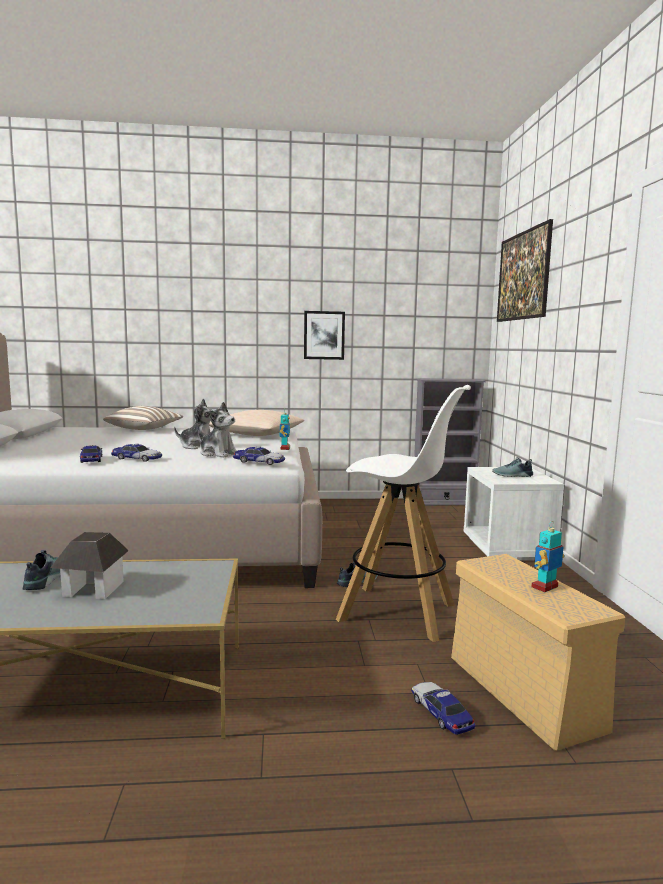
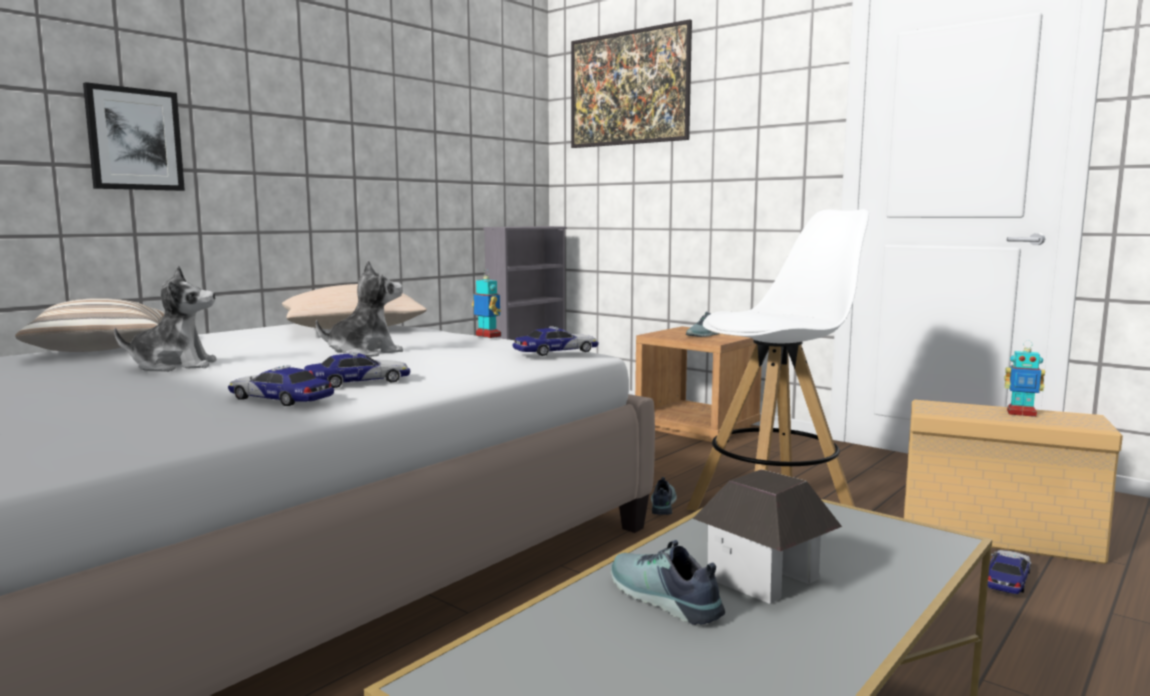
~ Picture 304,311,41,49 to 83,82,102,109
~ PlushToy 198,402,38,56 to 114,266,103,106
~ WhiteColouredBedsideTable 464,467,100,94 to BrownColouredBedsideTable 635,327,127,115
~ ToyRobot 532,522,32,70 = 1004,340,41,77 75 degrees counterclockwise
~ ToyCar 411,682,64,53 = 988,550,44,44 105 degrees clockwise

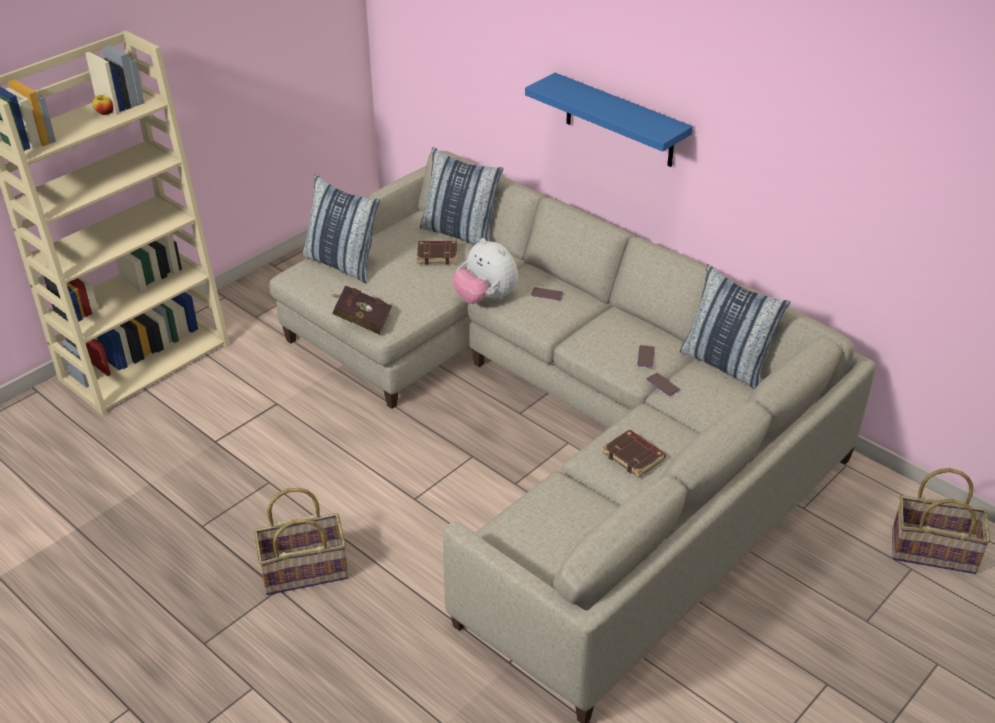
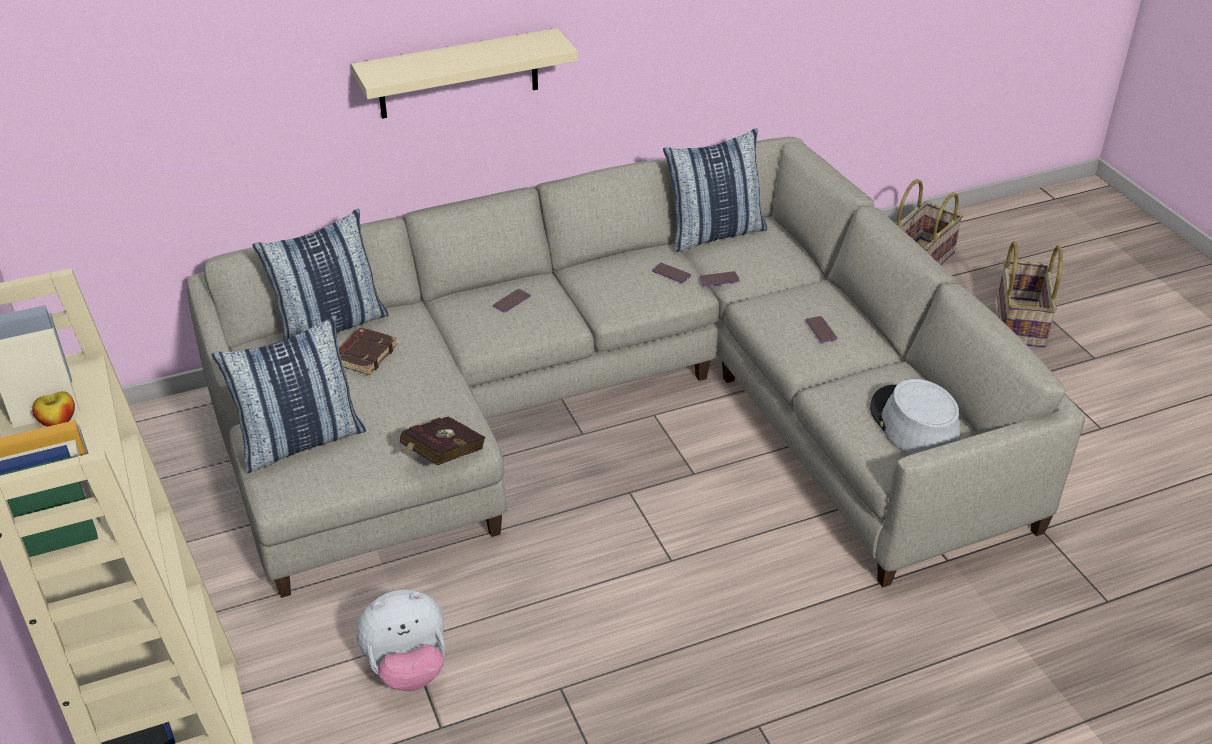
~ BlueShelf 525,73,168,94 to BeigeShelf 351,28,227,91
~ PlushToy 453,238,65,66 to 356,590,89,101
~ BrownColouredBoundBook 602,430,64,48 to Phone 806,316,31,26
~ HouseholdBasket 254,487,94,108 to 997,241,66,106
+ GreyishHat 870,379,90,75

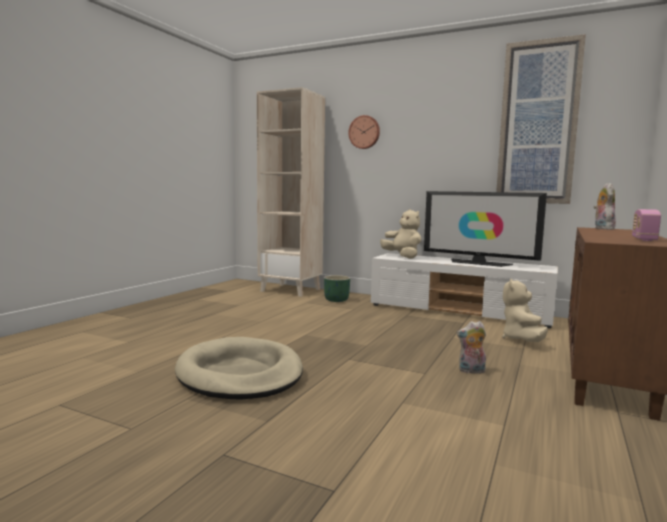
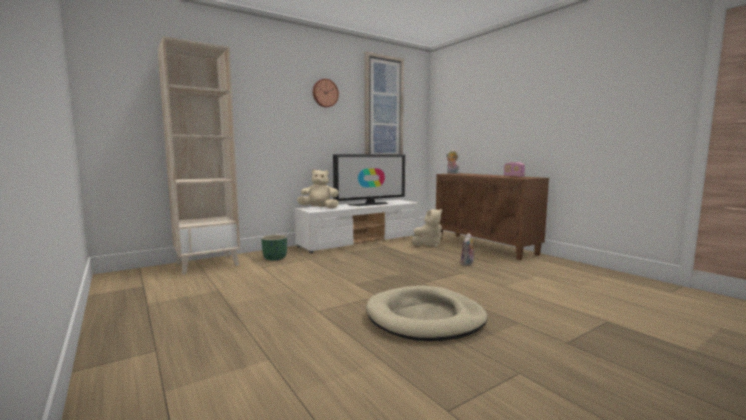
~ ClockOnTheWall 348,115,32,34 to 313,79,26,28
~ BeigePlushToy 502,279,46,63 = 412,209,30,38 75 degrees counterclockwise

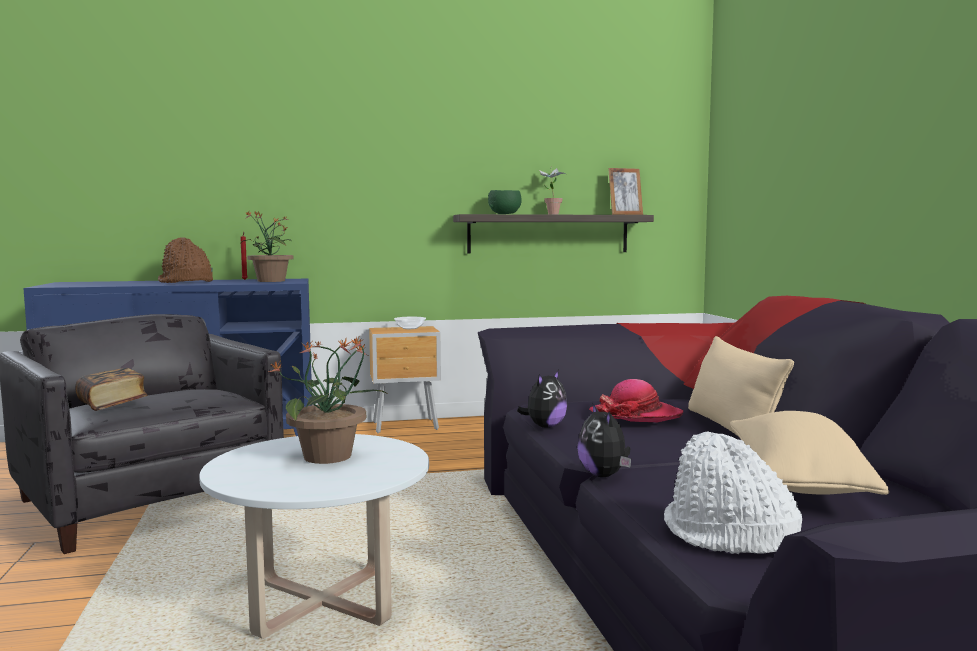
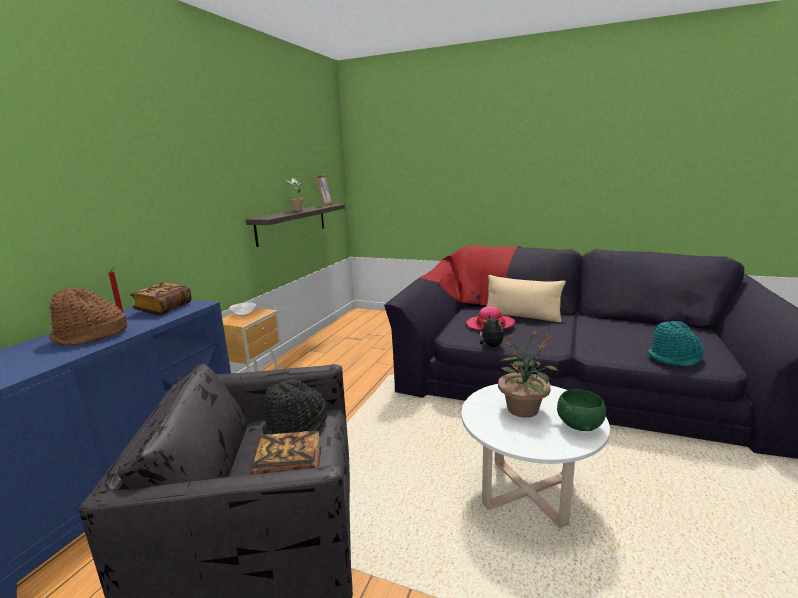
~ GreenColouredBowl 488,190,34,24 to 557,389,49,42
~ PottedPlant 240,211,54,71 to BoundBook 130,283,61,32
- PlushToy 577,403,54,74
- BeigeThrowPillow 730,411,159,84
~ WhiteColouredHat 664,431,138,123 to TurquoiseHat 648,321,55,45
+ BlackColouredHat 262,379,65,56

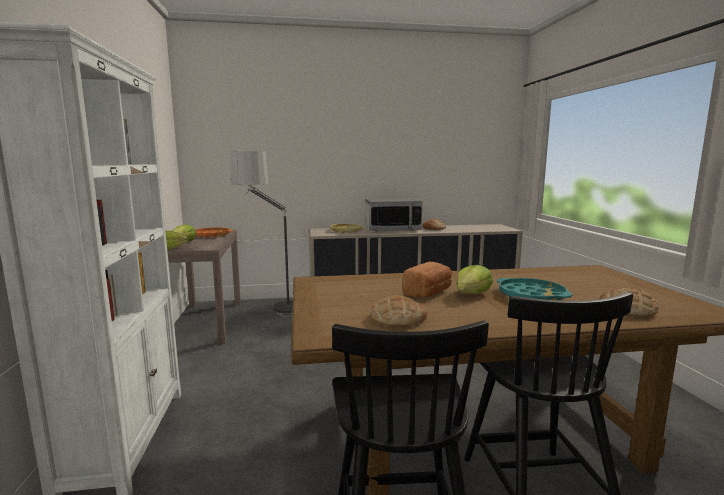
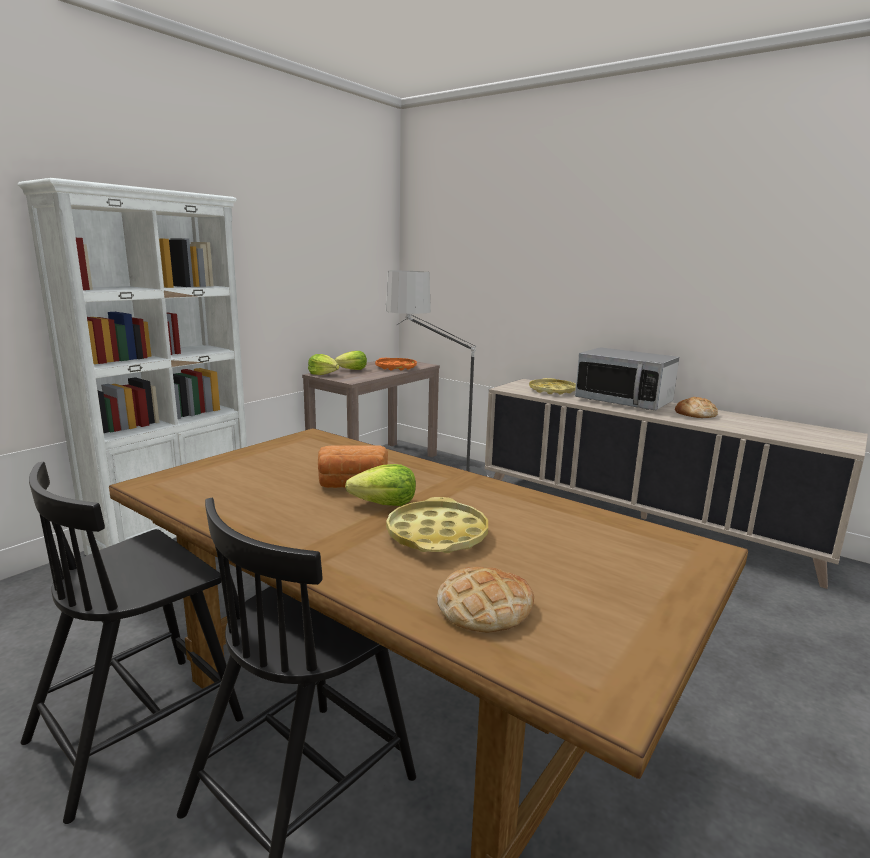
~ TurquoiseTray 497,278,75,22 to YellowColouredTray 386,497,102,56
- BakeryBread 371,295,56,31

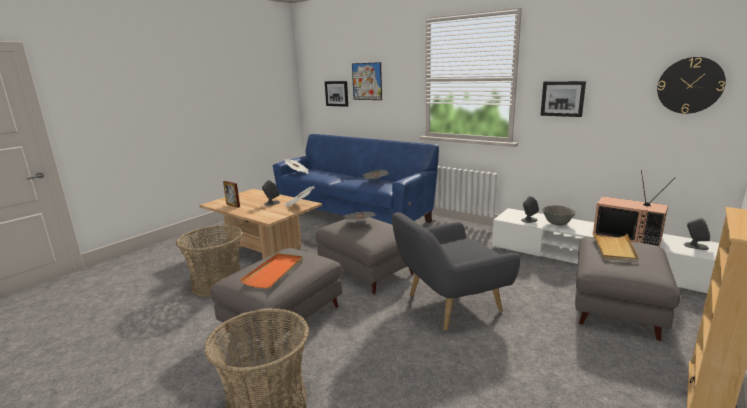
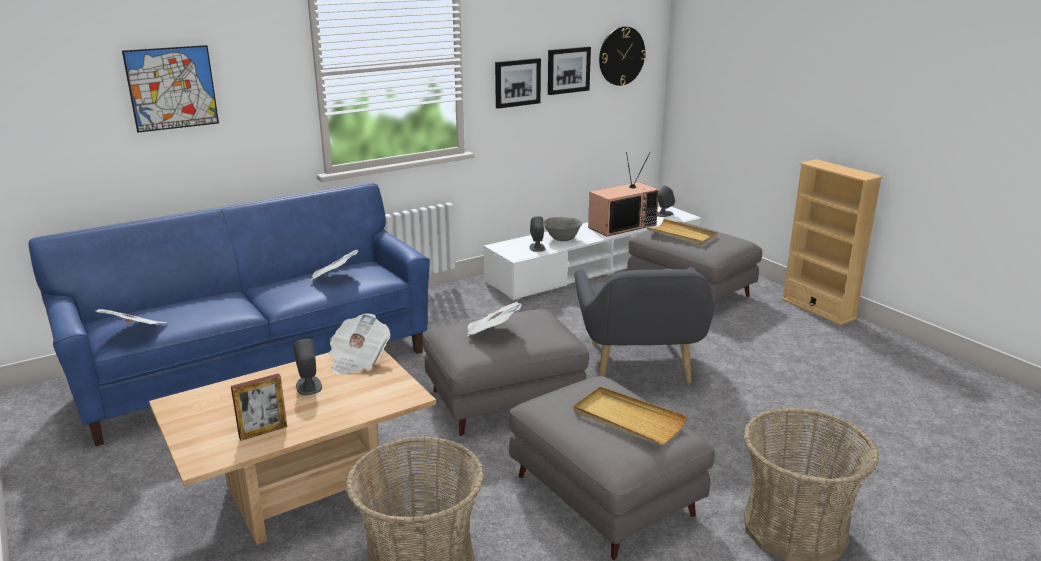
~ Picture 325,81,23,26 to 548,47,43,48
~ OrangeyTray 240,253,63,35 to BeigeTray 573,387,114,58

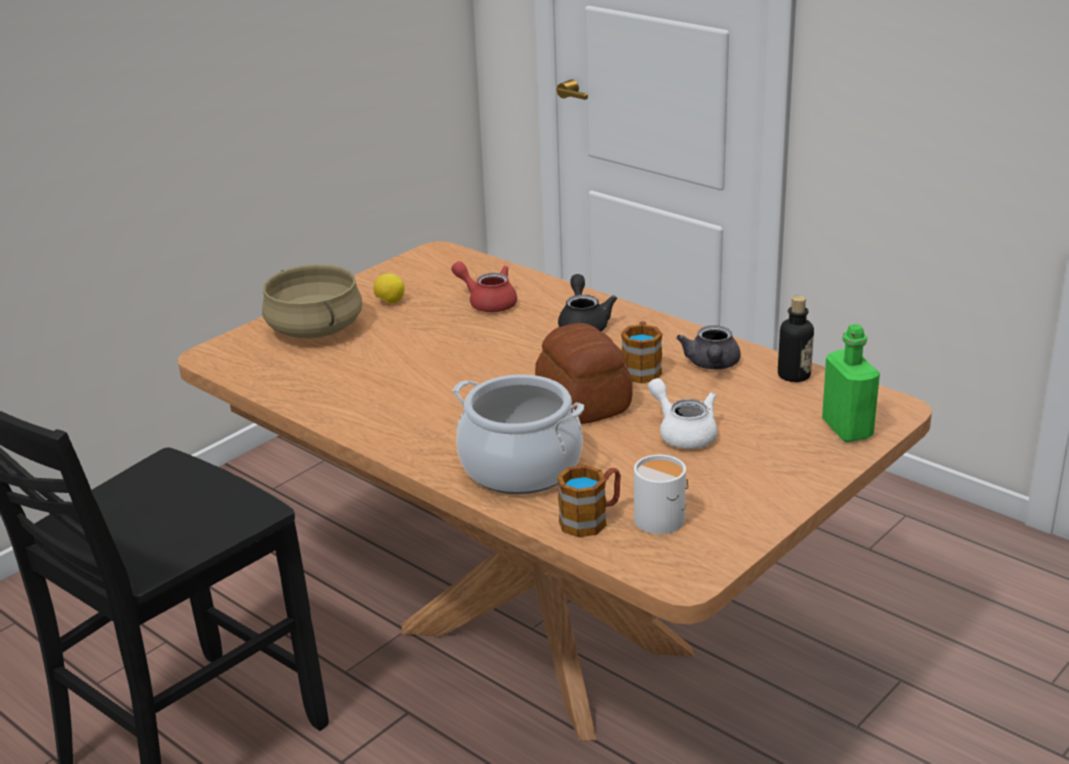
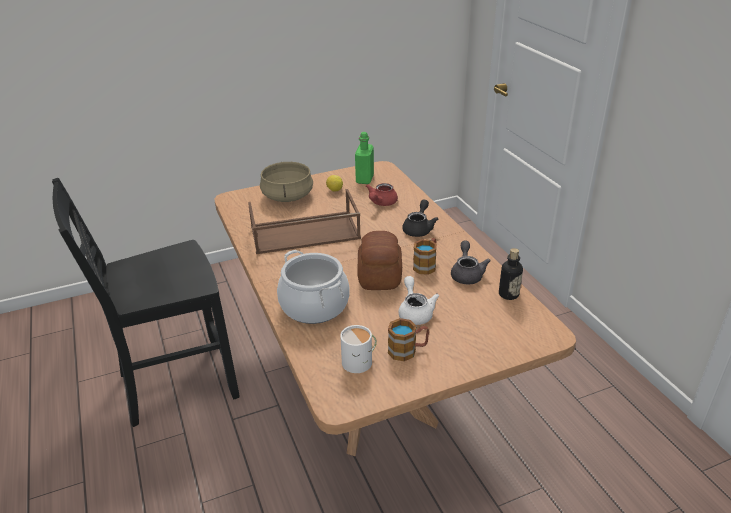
~ RedTeaPot 451,261,66,51 = 366,183,32,23 120 degrees counterclockwise
~ GreenColouredBeverageBottle 822,324,58,118 to 355,132,19,52
~ GreyishTeaPot 676,325,65,44 = 451,241,40,44 150 degrees clockwise
~ Mug 557,465,64,72 to 388,318,41,43
+ BrownColouredTray 248,189,113,65

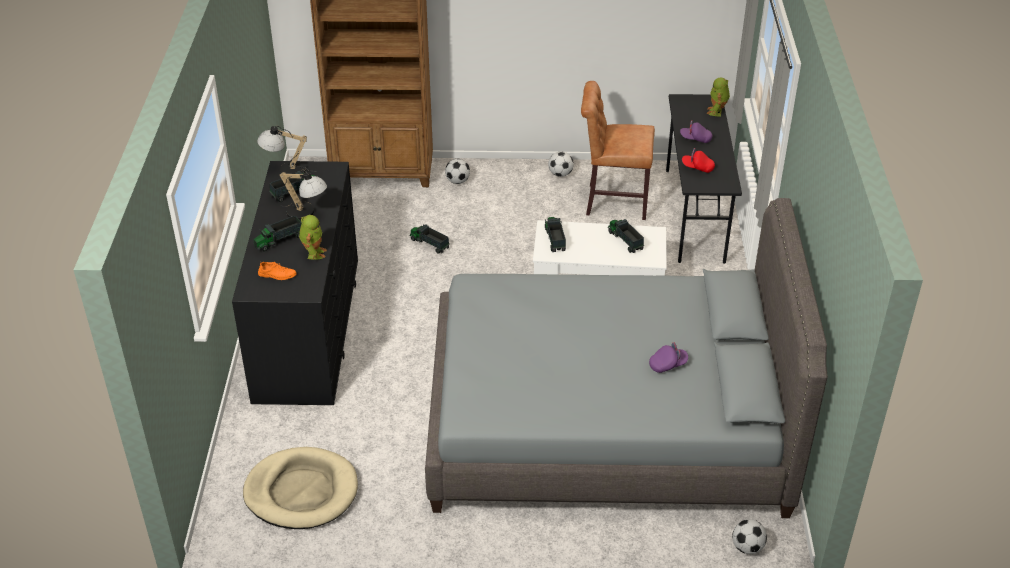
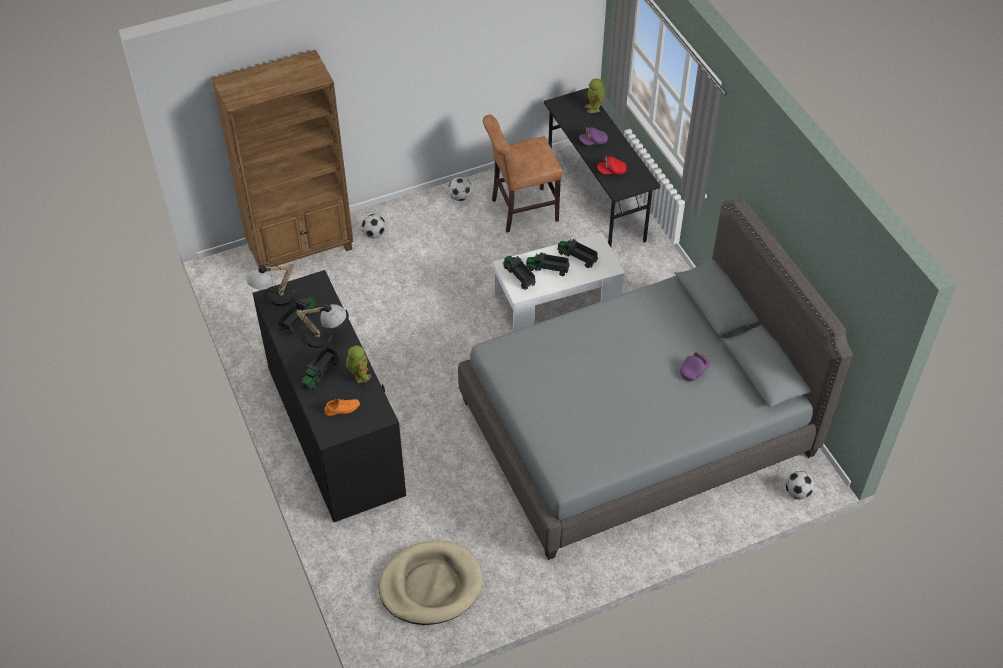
~ ToyTruck 410,224,40,30 to 526,252,44,24

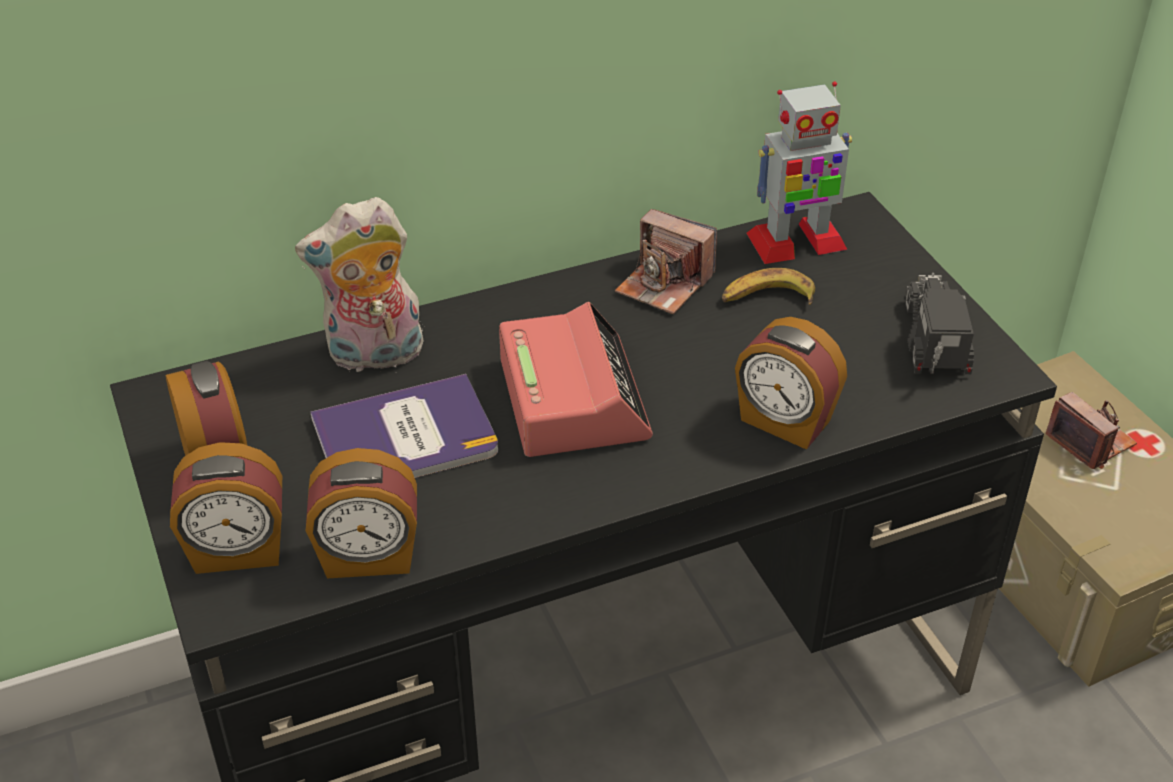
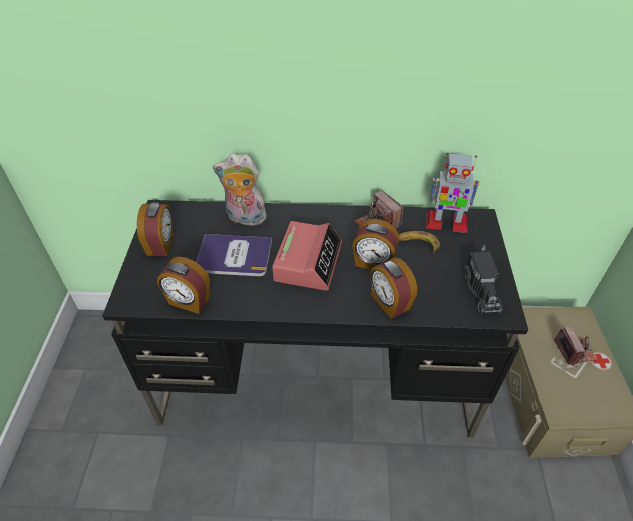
~ ToyTruck 905,273,69,101 = 462,245,41,69 150 degrees clockwise
~ TableClock 170,442,112,132 to 352,219,47,51

